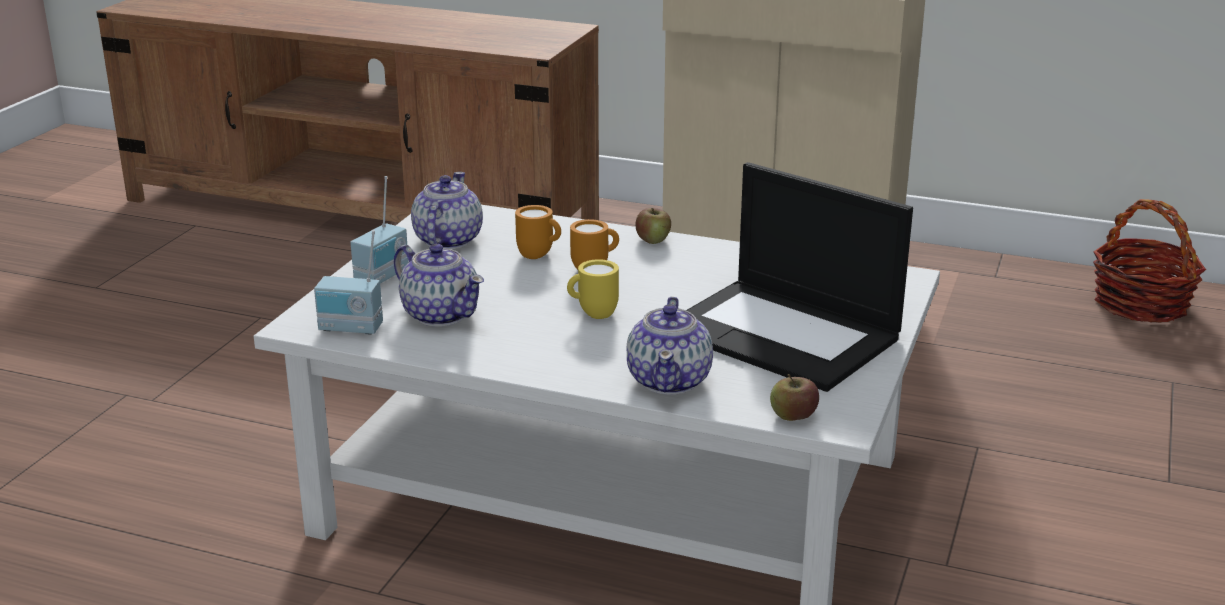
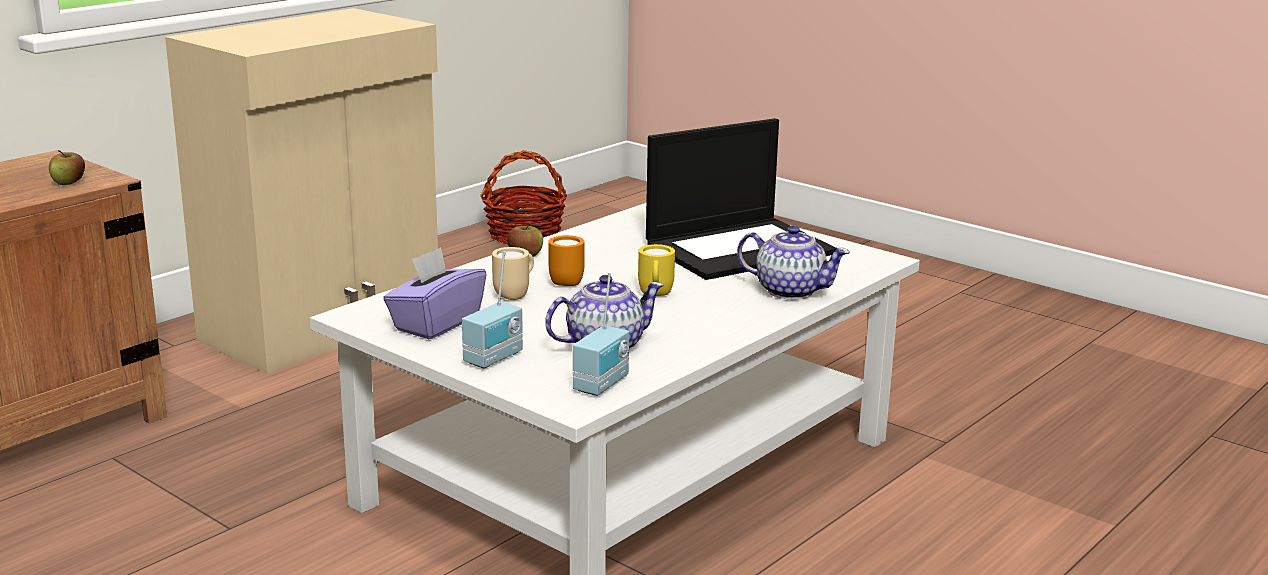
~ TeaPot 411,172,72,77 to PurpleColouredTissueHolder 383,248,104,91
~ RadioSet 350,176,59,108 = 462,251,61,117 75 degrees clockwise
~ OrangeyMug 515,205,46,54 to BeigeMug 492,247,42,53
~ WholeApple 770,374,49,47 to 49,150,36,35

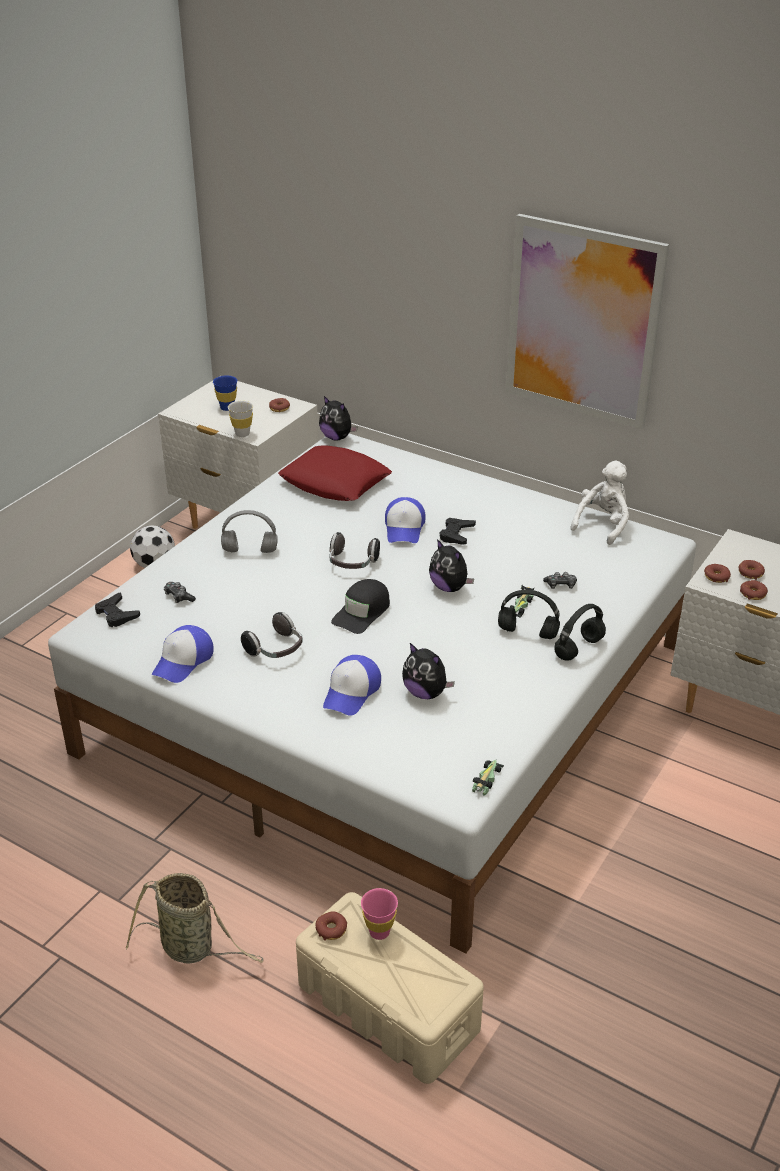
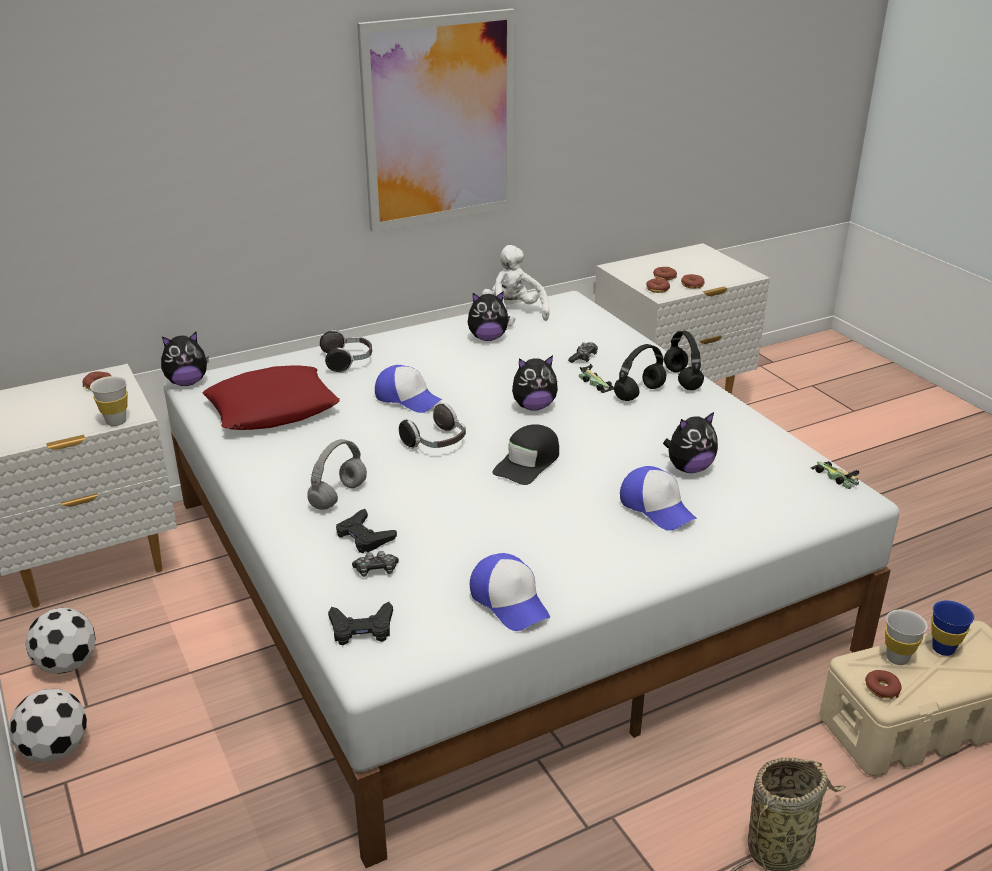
~ BlueSmallCup 213,375,24,36 to 931,601,43,55
~ BlackColouredGamepad 440,518,36,27 to 336,509,61,44
~ BlackColouredCap 331,579,59,55 = 493,425,66,60 60 degrees clockwise
~ Headset 241,612,62,46 to 320,330,52,43
~ PinkishSmallCup 361,888,37,52 to WhiteColouredSmallCup 885,609,43,56
+ PlushToy 468,292,42,49
+ Football 9,689,78,73

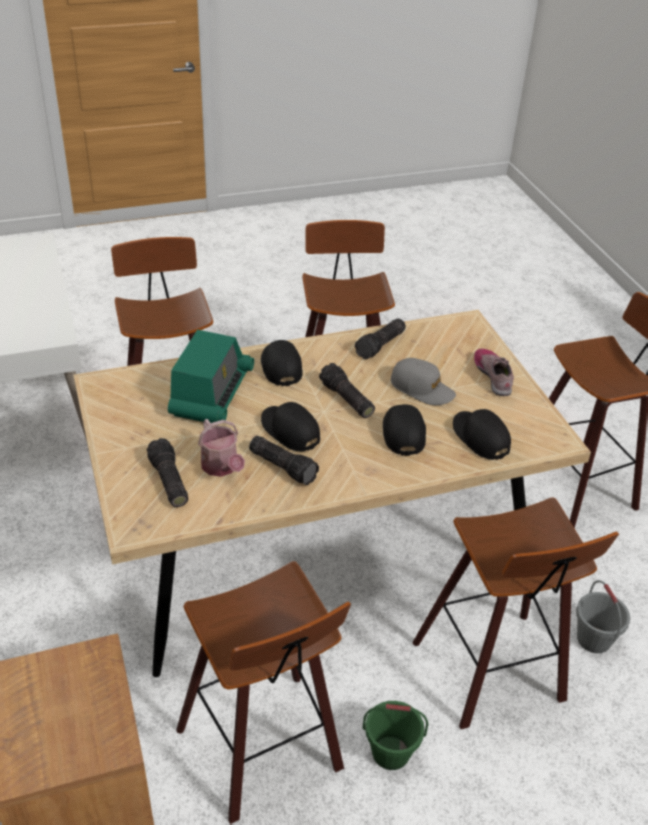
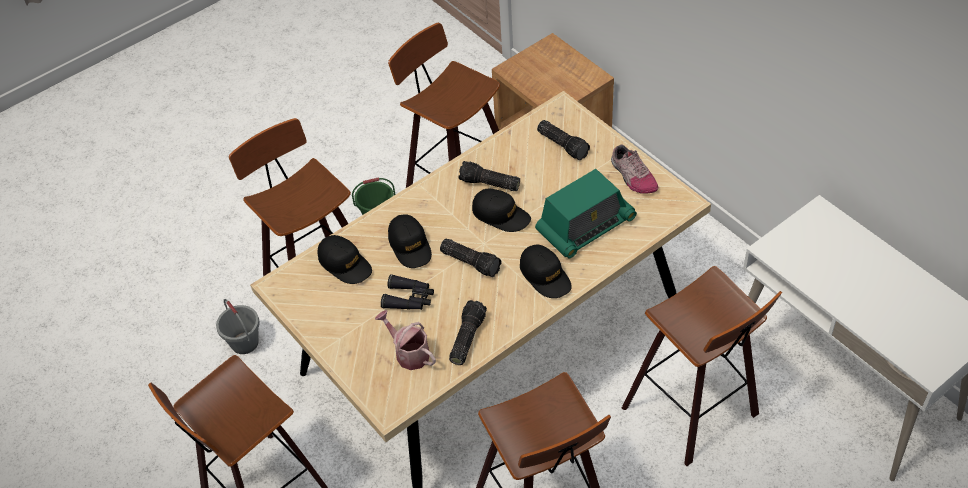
~ RadioSet 168,330,86,93 = 535,169,102,89 120 degrees counterclockwise
~ Shoe 474,349,40,47 to 611,144,47,50
~ GreyishCap 391,358,65,47 to BlackColouredPairOfBinoculars 381,274,53,36
~ WateringCan 198,419,47,58 to 375,310,61,60

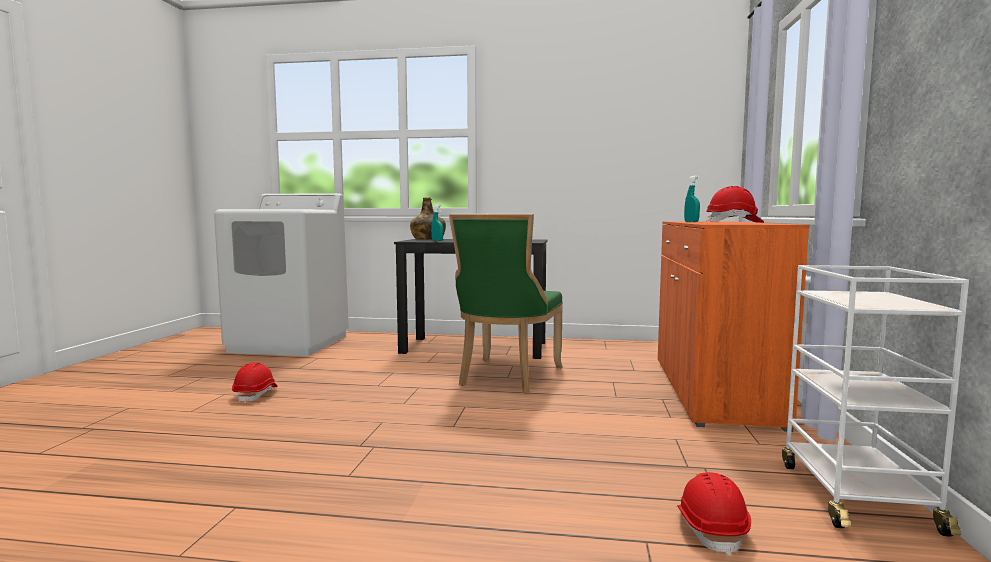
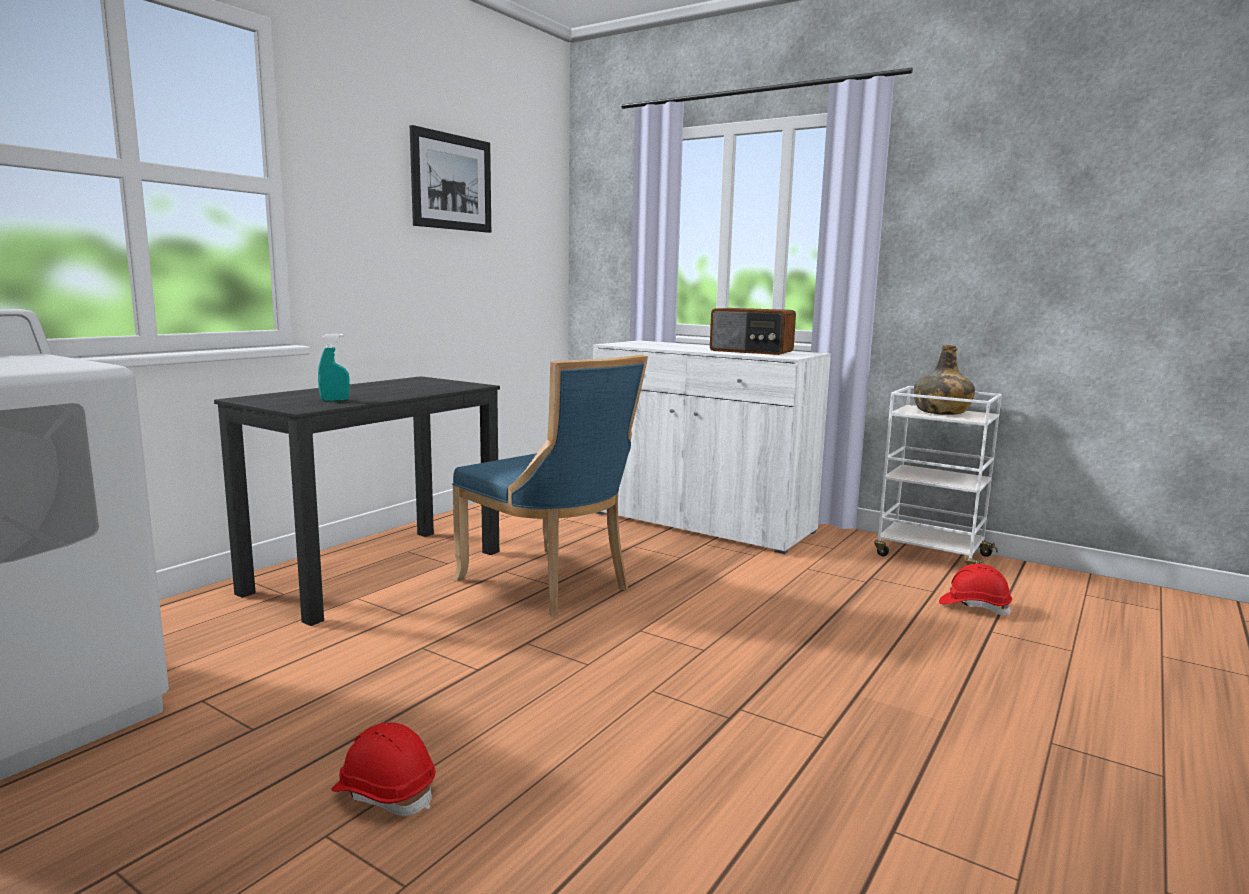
- TurquoiseSprayBottle 684,175,16,47
~ RedWorkHelmet 706,186,58,37 to RadioSet 710,308,86,47
~ GreenColouredBeverageBottle 410,198,36,41 to 914,345,61,70
~ GreenColouredChair 449,214,114,179 to BlueChair 452,355,196,261
~ OrangeyCabinet 658,221,152,211 to WhiteColouredCabinet 593,340,238,214
+ Picture 410,125,81,108

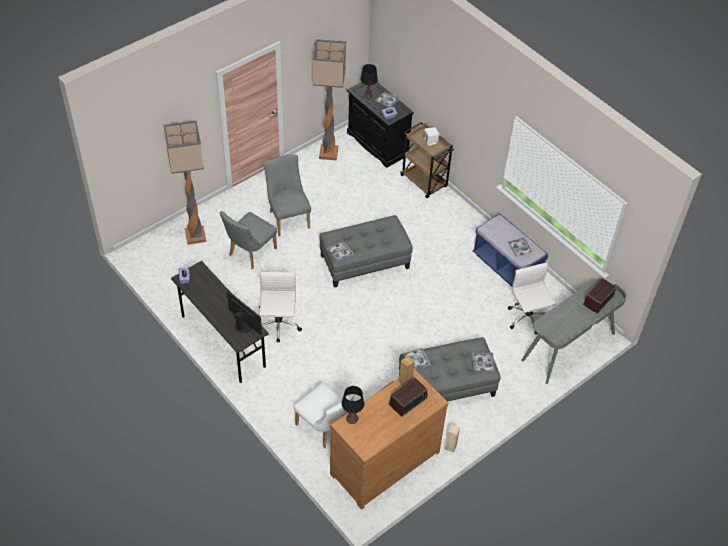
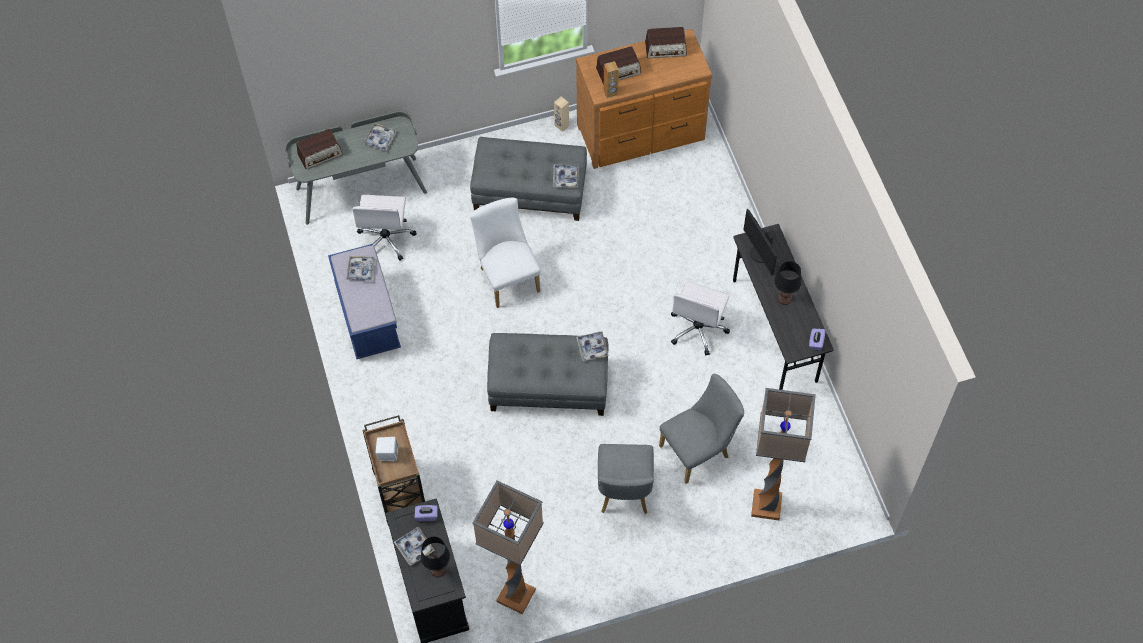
~ Tray 473,353,22,18 to 363,123,34,28
~ WhiteColouredChair 294,383,62,65 to 470,198,71,110
~ BlackColouredLampForATable 342,386,22,38 to 775,261,27,44
+ RadioSet 645,27,42,31

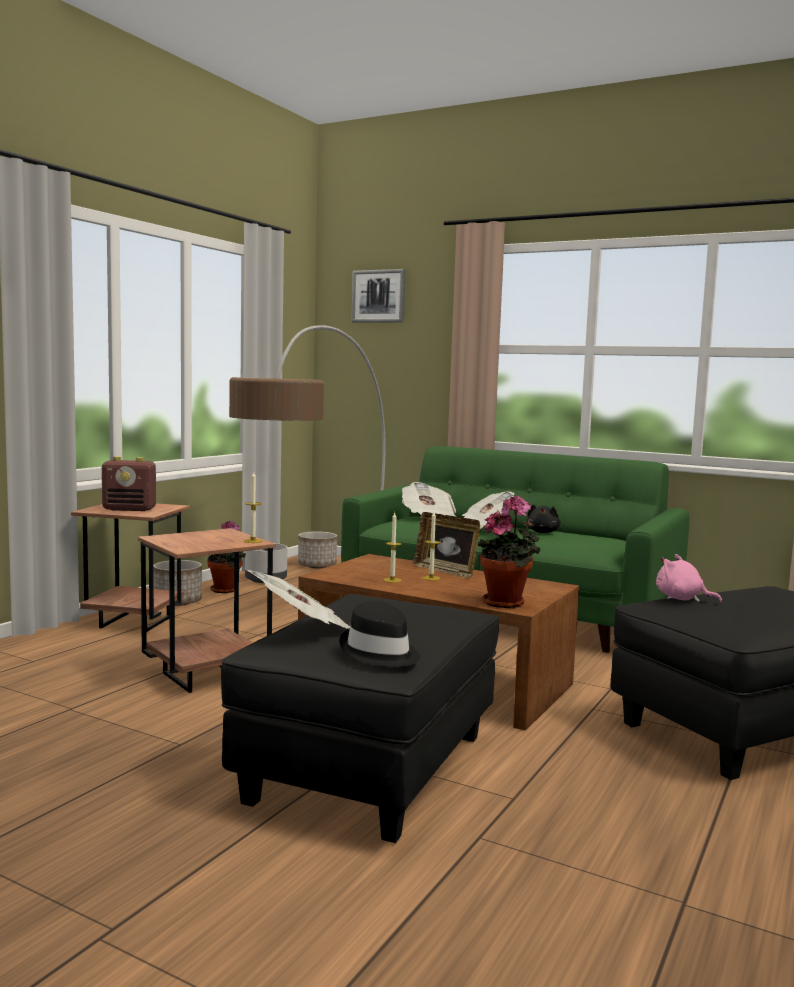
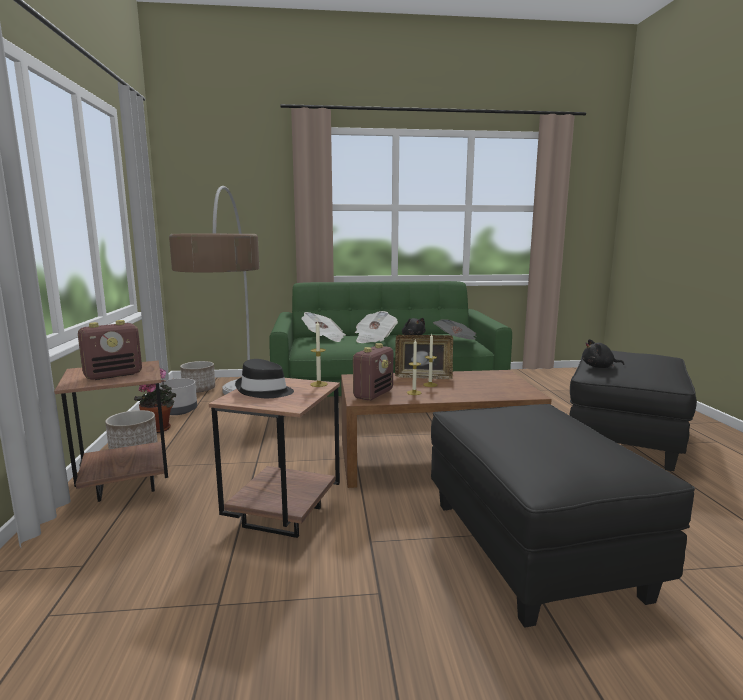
- Picture 351,269,55,54
- PottedPlant 478,496,62,112
~ PinkishPlushToy 656,554,66,48 to BlackColouredPlushToy 582,339,42,29
~ Newspaper 248,570,102,59 to 433,319,44,21
~ BlackColouredHat 339,601,81,66 to 235,359,59,39
+ RadioSet 353,343,40,57

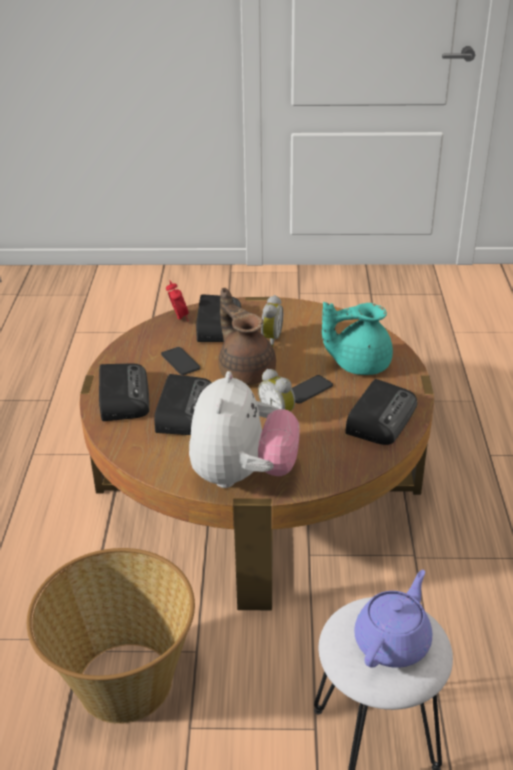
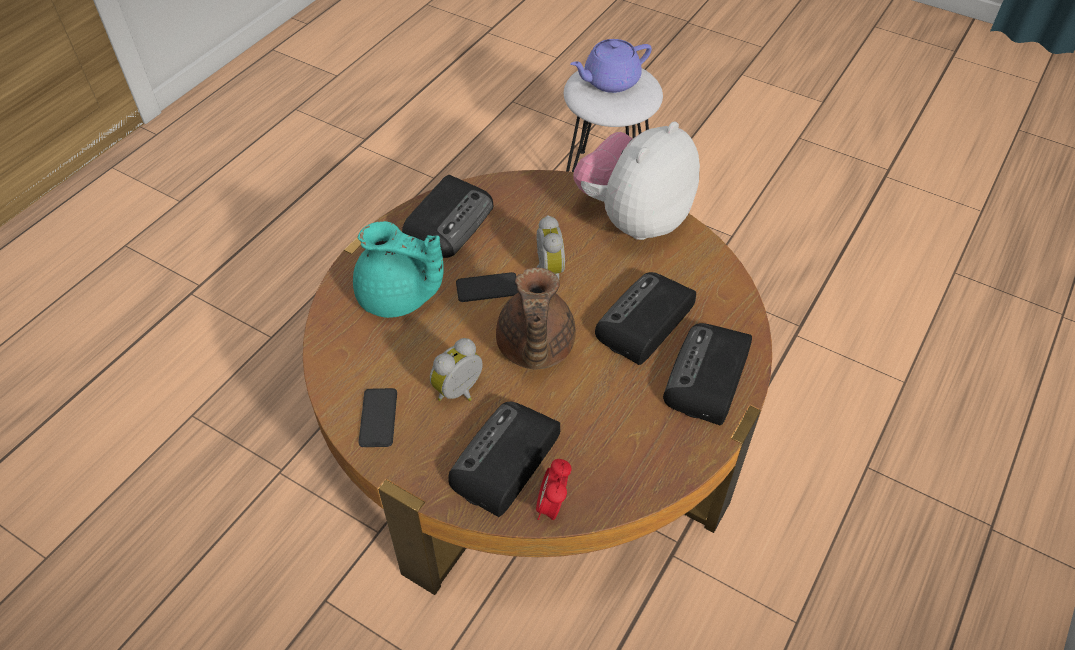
~ Phone 161,347,39,28 to 359,388,38,59
~ RadioSet 345,379,72,66 = 402,175,91,83 150 degrees clockwise
- HouseholdBasket 27,548,168,176

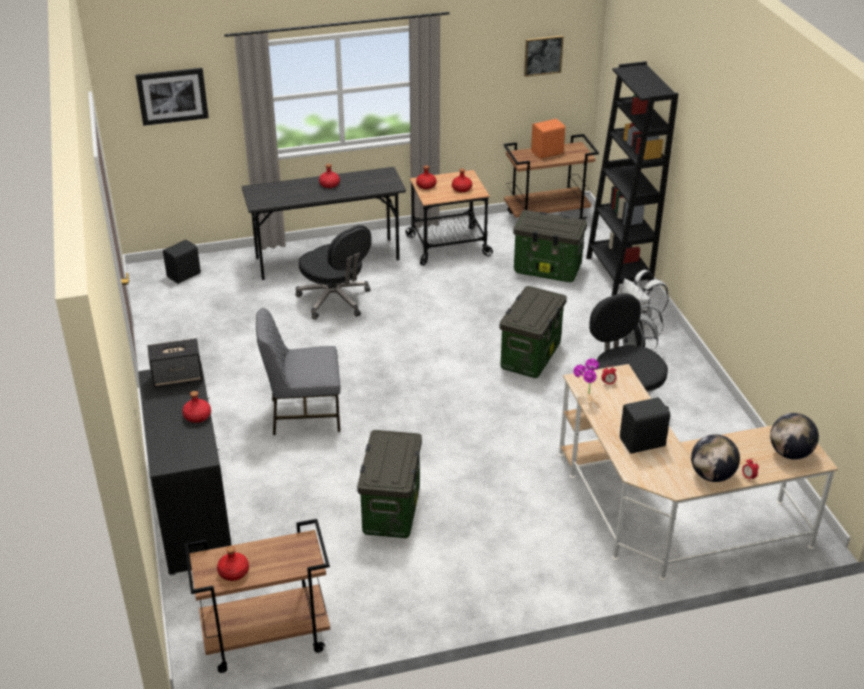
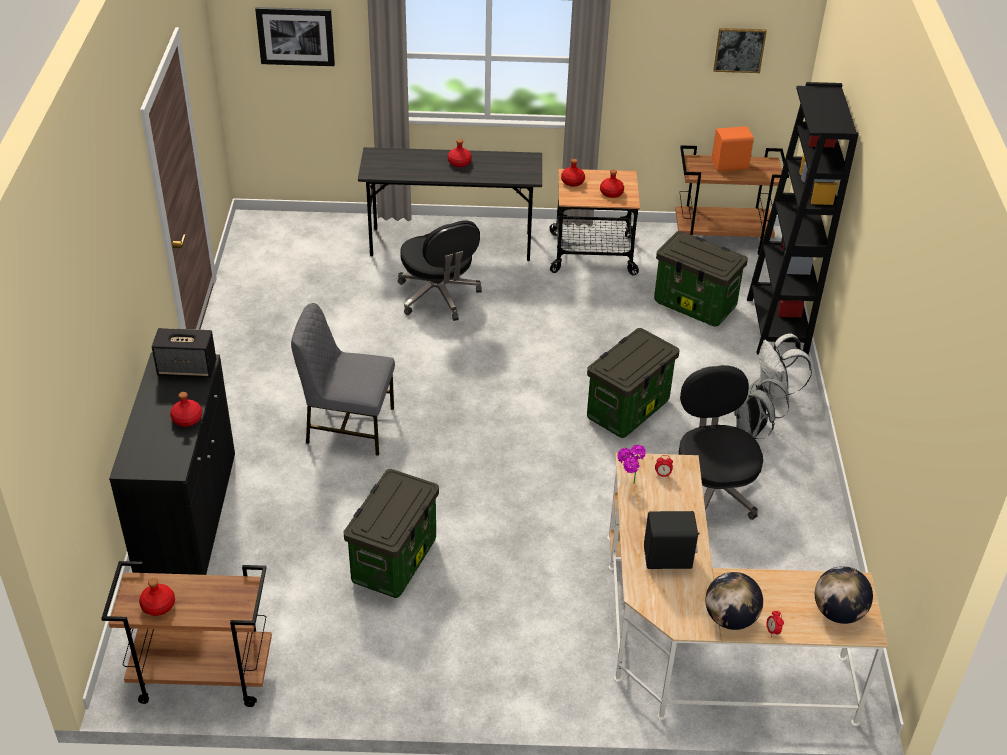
- BlackColouredLoudspeaker 163,240,38,44

